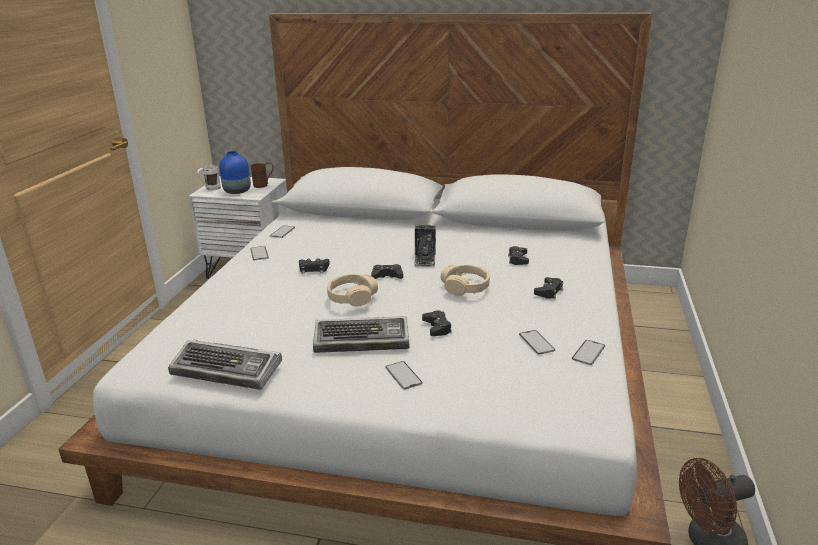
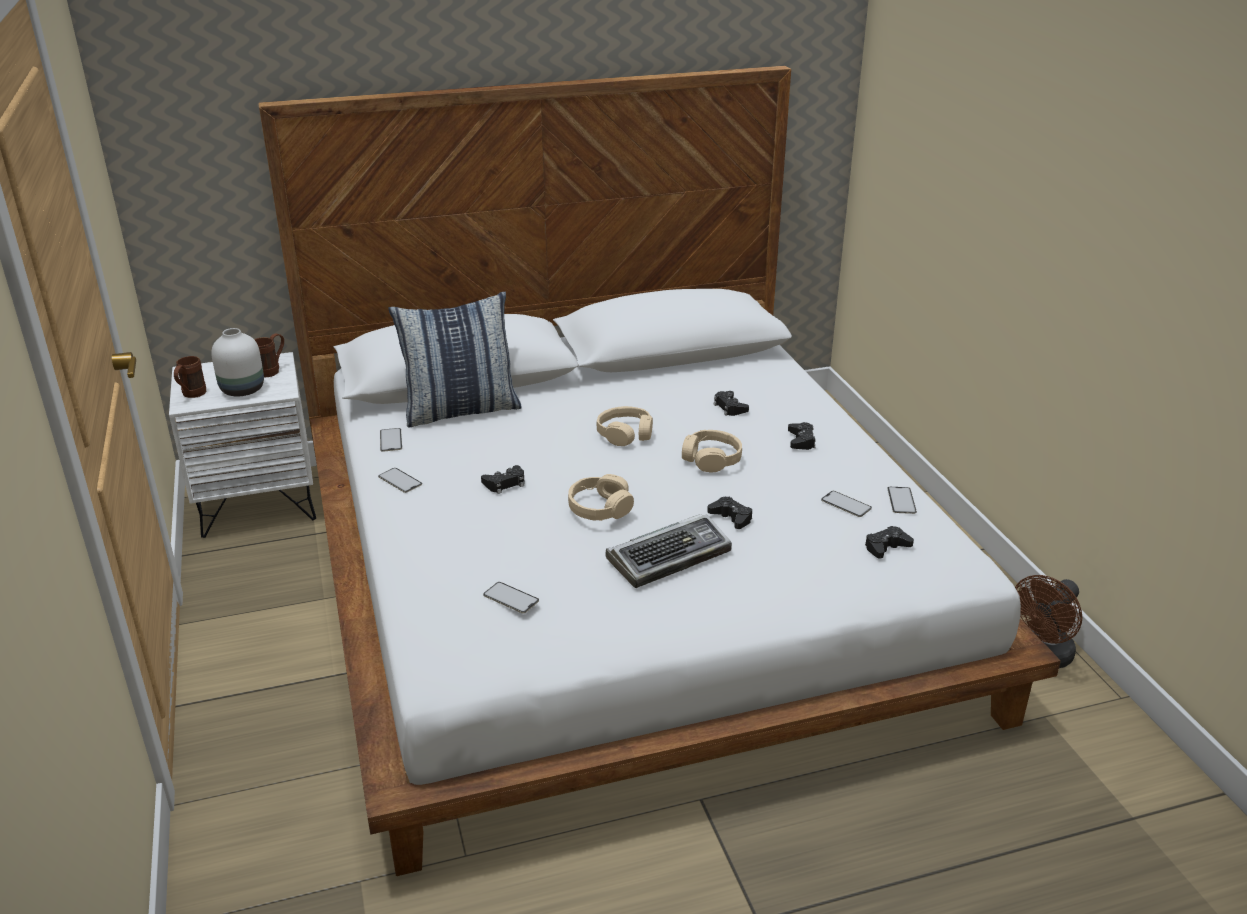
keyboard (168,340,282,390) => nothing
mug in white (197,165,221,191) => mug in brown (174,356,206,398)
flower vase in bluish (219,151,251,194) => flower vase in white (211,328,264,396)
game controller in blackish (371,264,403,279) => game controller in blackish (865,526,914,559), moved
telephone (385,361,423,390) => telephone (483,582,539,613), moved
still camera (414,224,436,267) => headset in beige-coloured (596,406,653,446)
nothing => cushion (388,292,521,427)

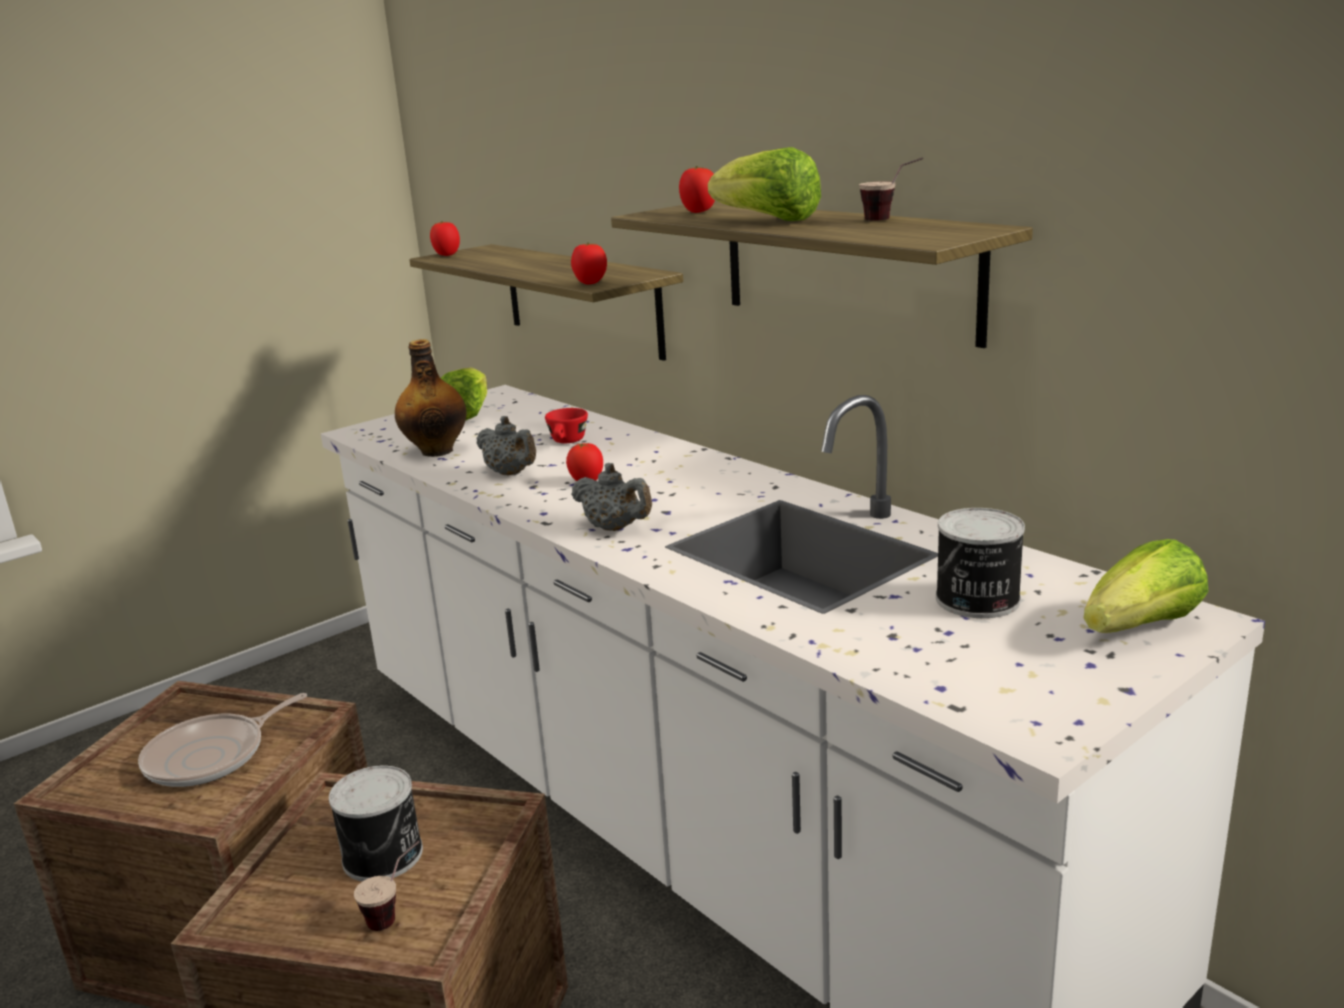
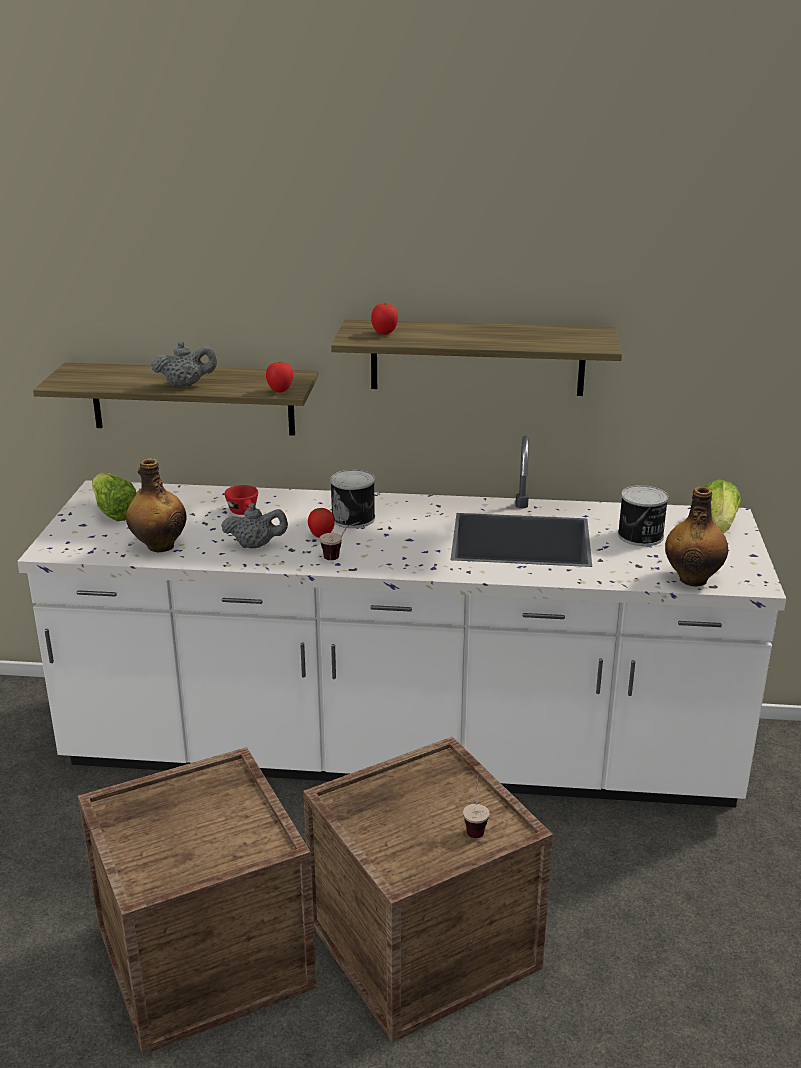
pan (138,693,307,787) => nothing
can (329,766,423,882) => can (330,469,375,528), moved
fresh tomato (430,221,460,256) => nothing
tea pot in grey (571,463,652,531) => tea pot in grey (151,341,217,387), moved
lettuce head (708,147,821,221) => nothing
drinking cup (859,157,923,221) => drinking cup (320,522,360,560), moved
nothing => bottle (665,486,728,587)

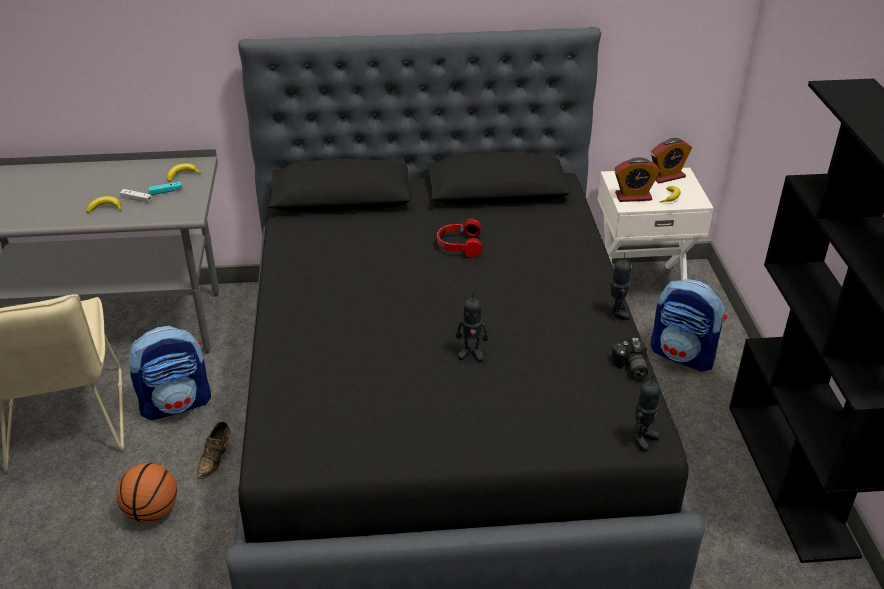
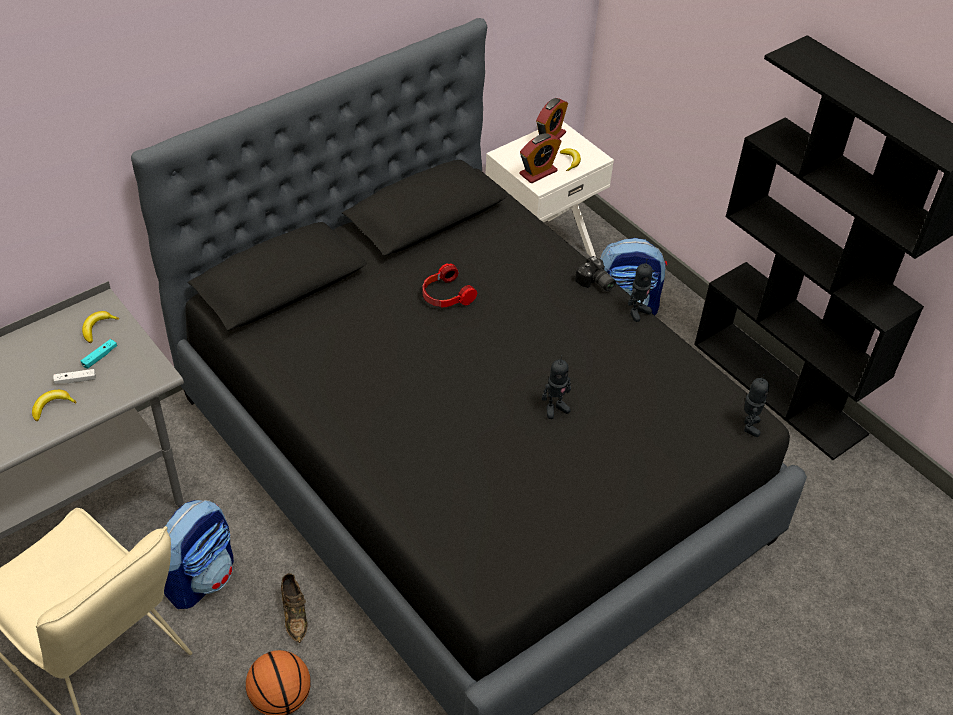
toy robot (611,253,631,320) => toy robot (628,259,653,322), 90 degrees clockwise
still camera (611,337,648,379) => still camera (575,256,616,292), moved

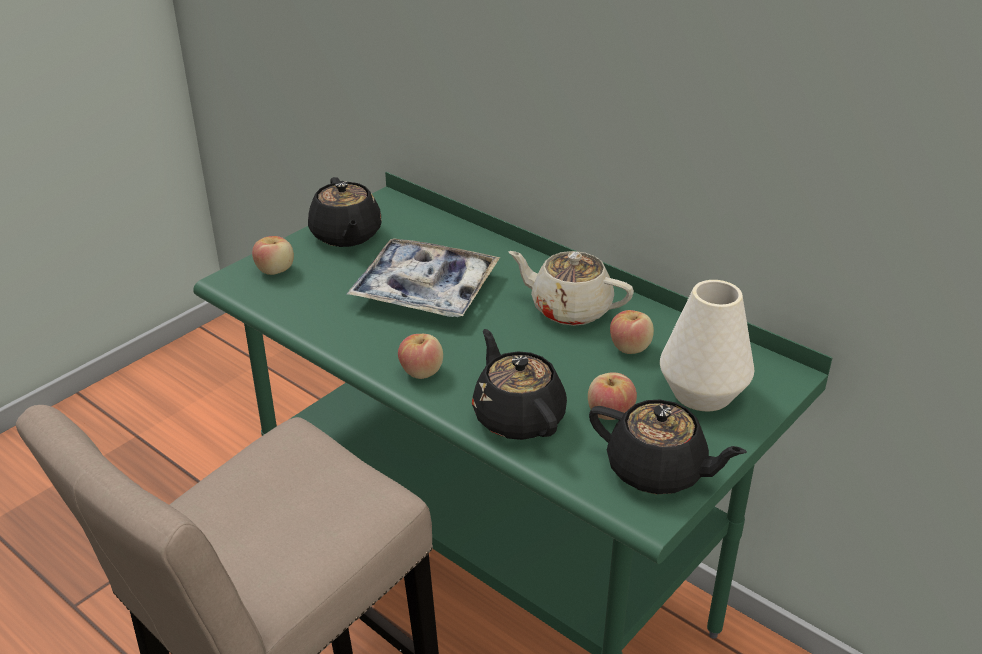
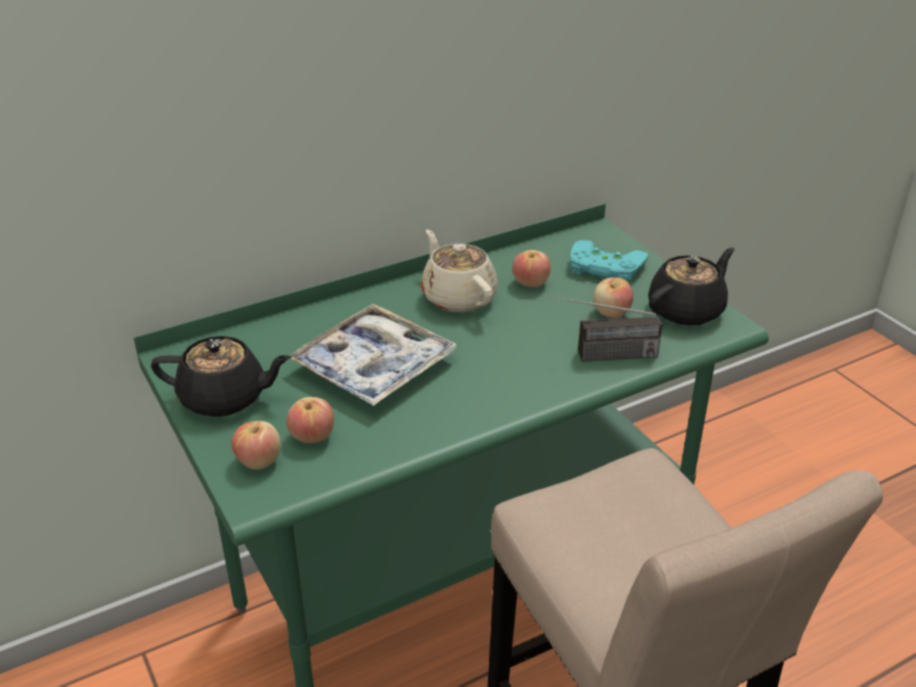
apple fruit (398,334,443,379) => apple fruit (286,397,334,443), moved
tea pot in blackish (472,329,567,440) => radio (540,294,662,362)
tea pot in beige-coloured (508,251,634,326) => tea pot in beige-coloured (421,230,497,312), 105 degrees clockwise
flower vase in white (660,280,754,411) => game controller in turquoise-coloured (570,240,649,282)

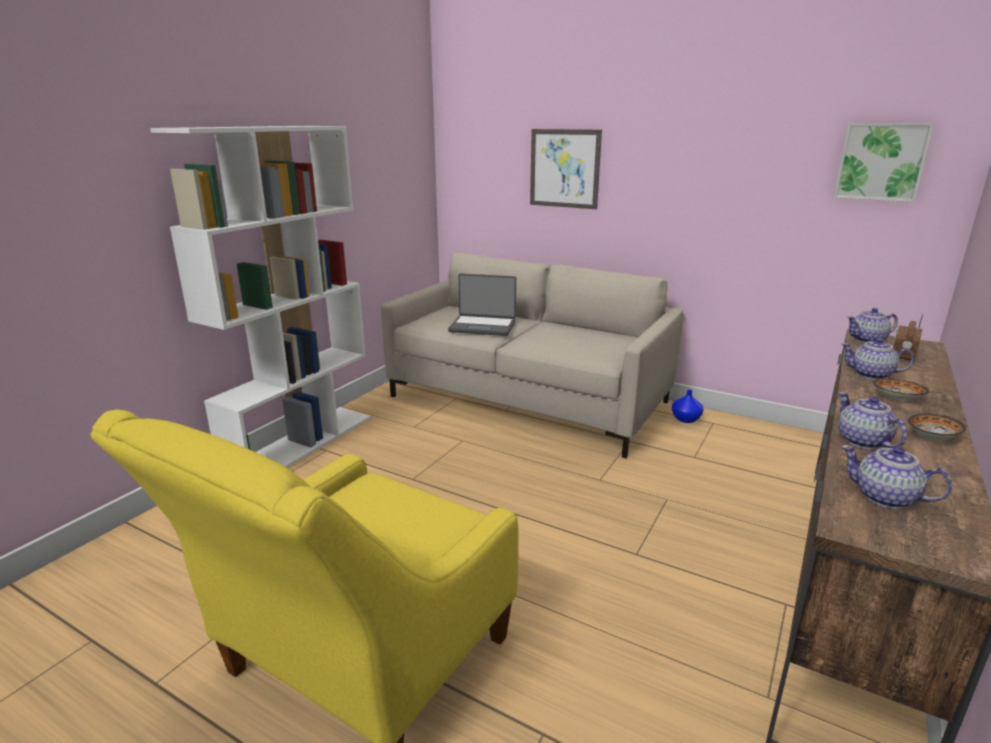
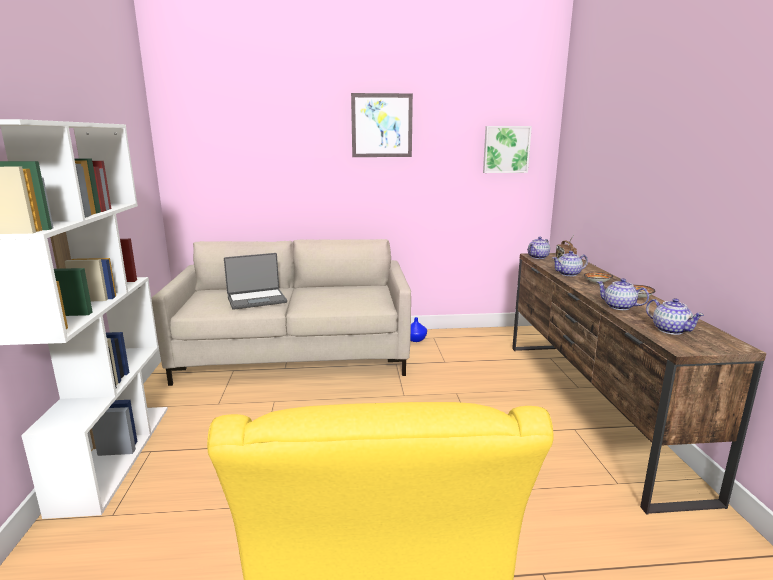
picture (530,129,602,209) => picture (351,93,413,157), moved
tea pot (841,445,952,509) => tea pot (646,298,704,335), 120 degrees counterclockwise

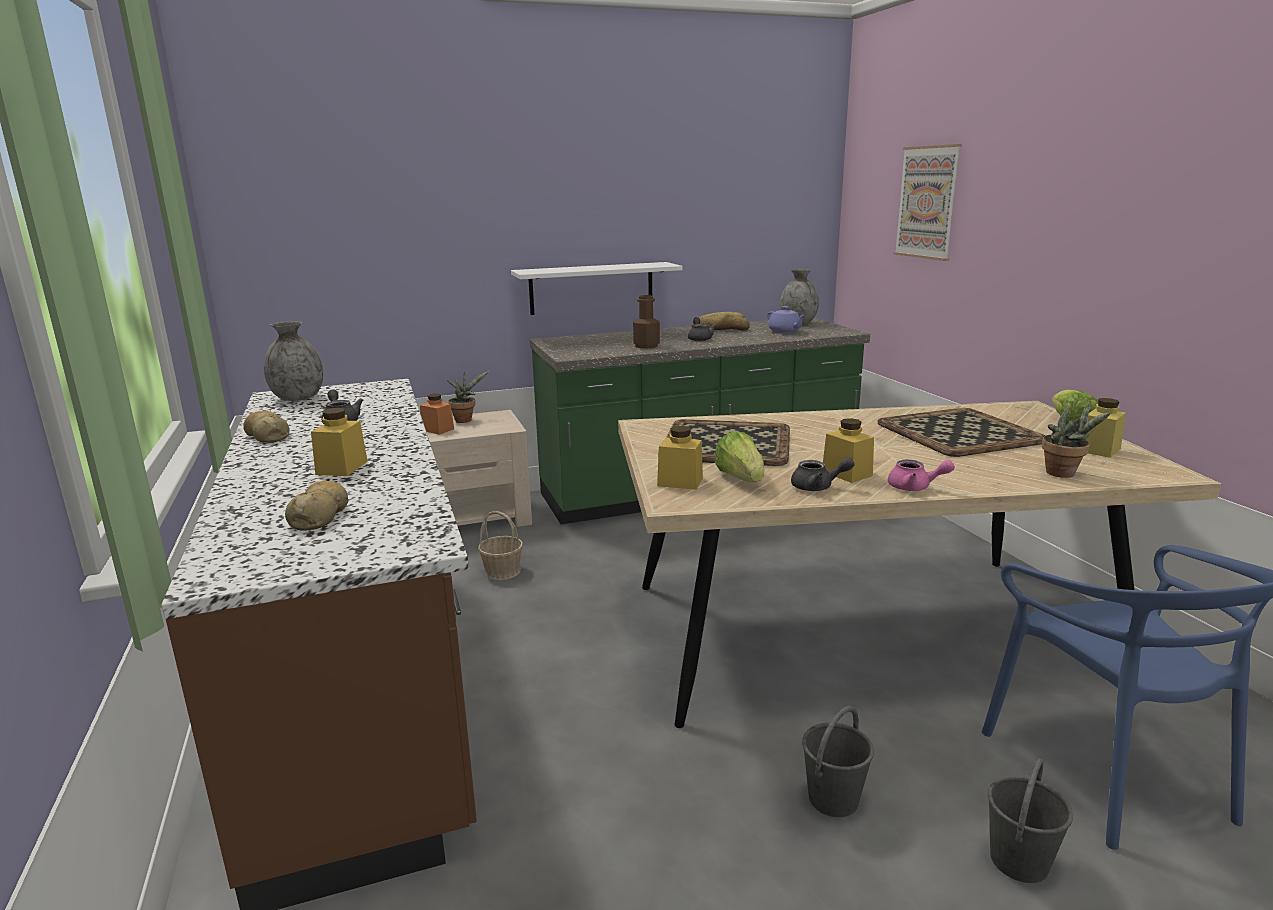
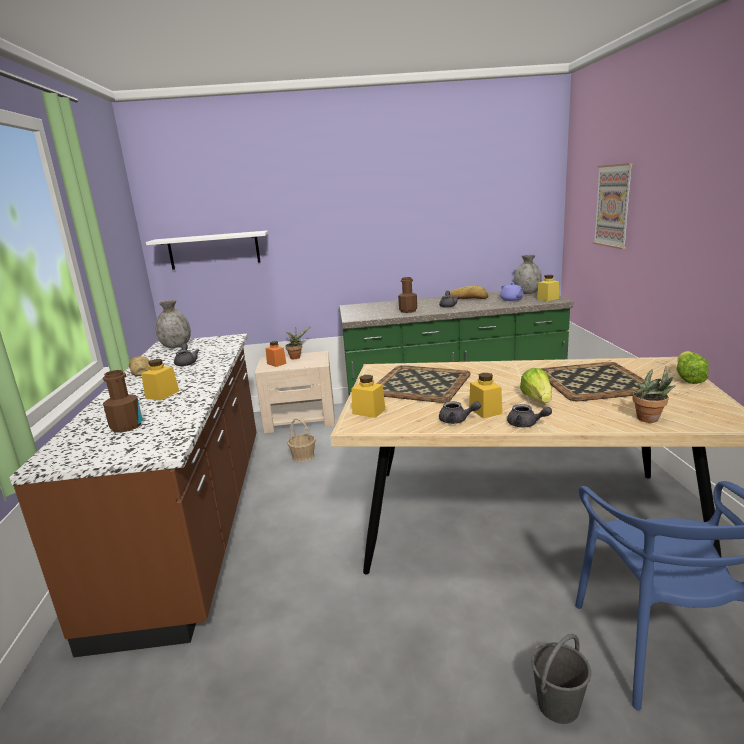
baked bread (285,481,348,531) => bottle in brown (103,370,143,433)
shelf in white (511,262,683,315) => shelf in white (146,230,268,270), moved
lettuce head (714,431,764,482) => lettuce head (520,368,552,403), moved
bucket in grey (802,706,874,817) => nothing
tea pot in pinkish (888,460,955,491) => tea pot in grey (507,404,552,427)
storage jar in yellowish (1086,398,1126,458) => storage jar in yellowish (537,275,559,301), moved

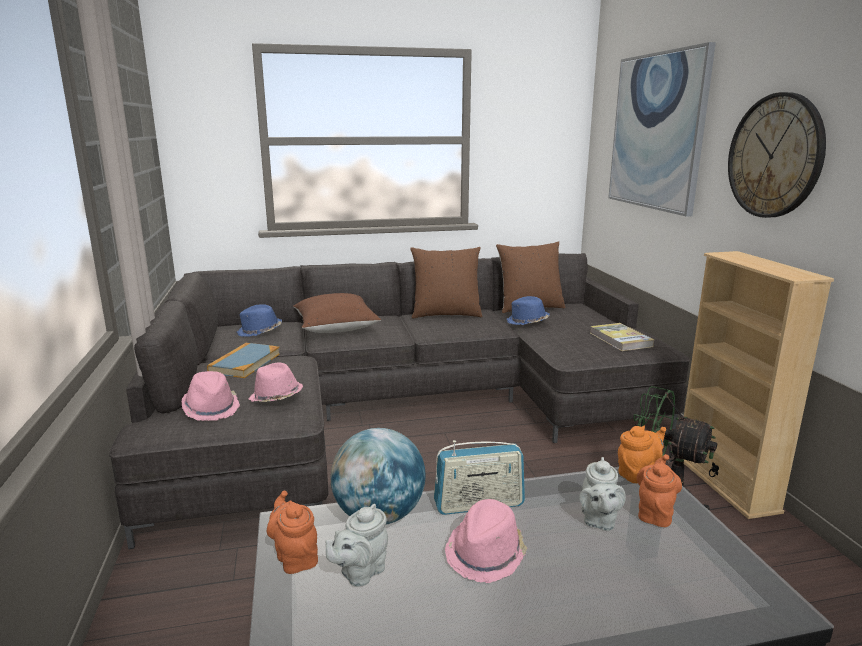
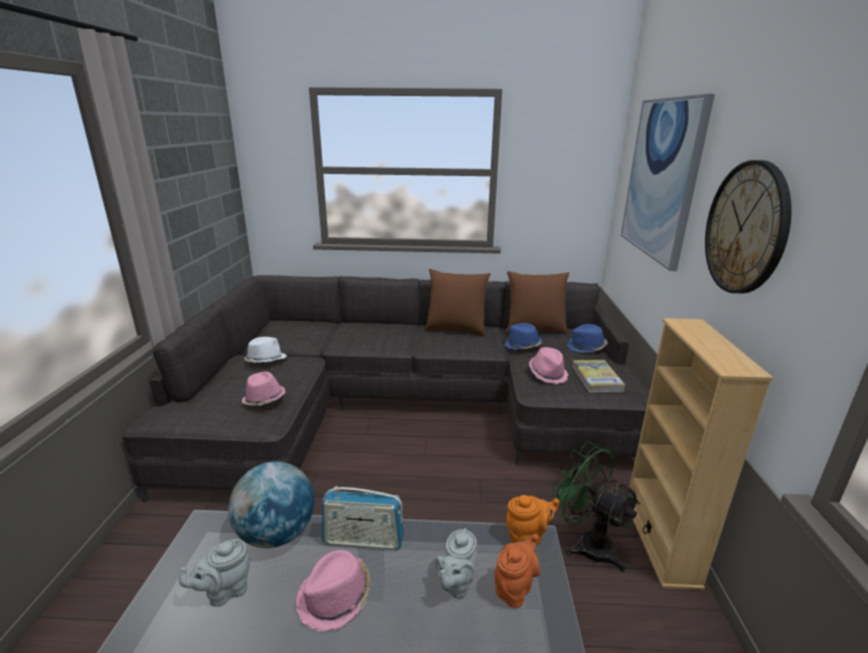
clothing hat in pinkish (181,371,240,421) => clothing hat in pinkish (529,347,568,384), moved
bound book (207,343,280,378) => clothing hat in white (244,337,287,363)
clothing hat in bluish (237,304,282,337) => clothing hat in bluish (567,324,608,353), moved
tea pot in orange (267,490,318,574) => nothing
cushion in brown (293,293,381,333) => nothing

